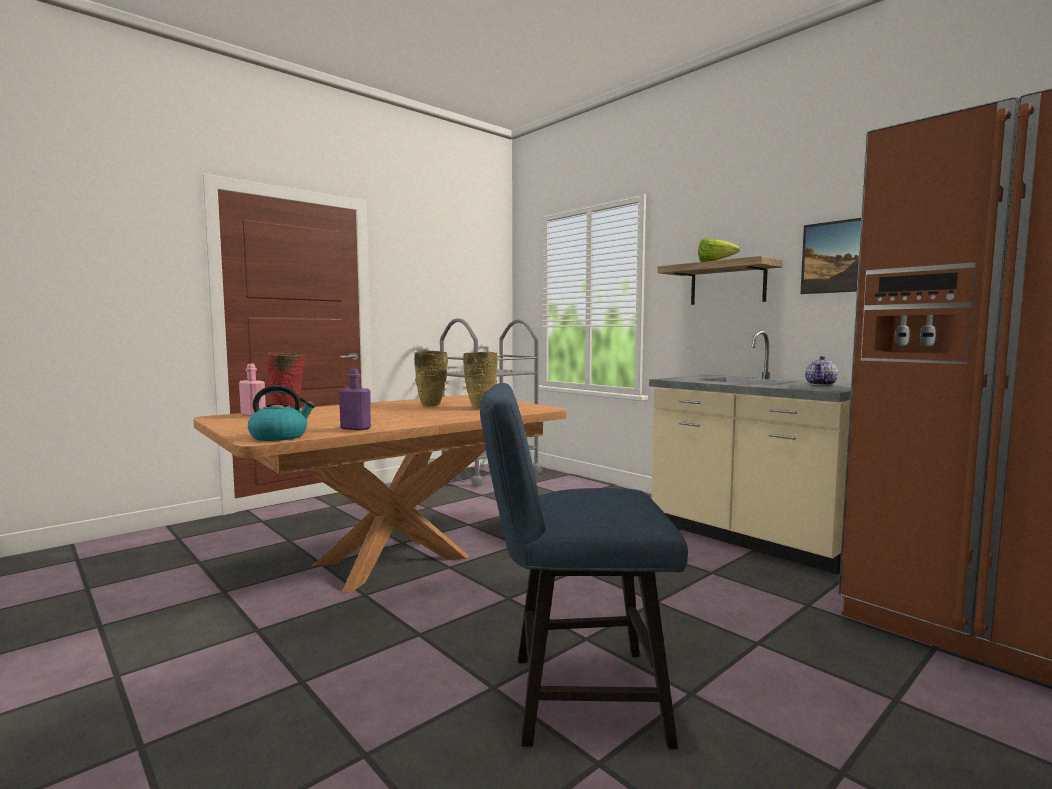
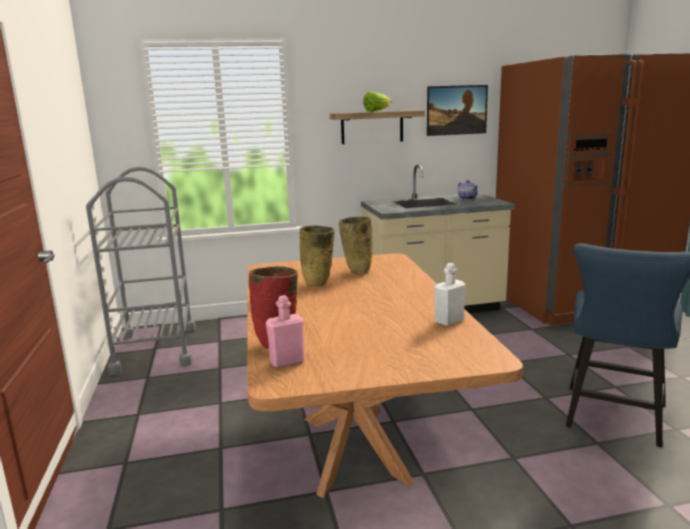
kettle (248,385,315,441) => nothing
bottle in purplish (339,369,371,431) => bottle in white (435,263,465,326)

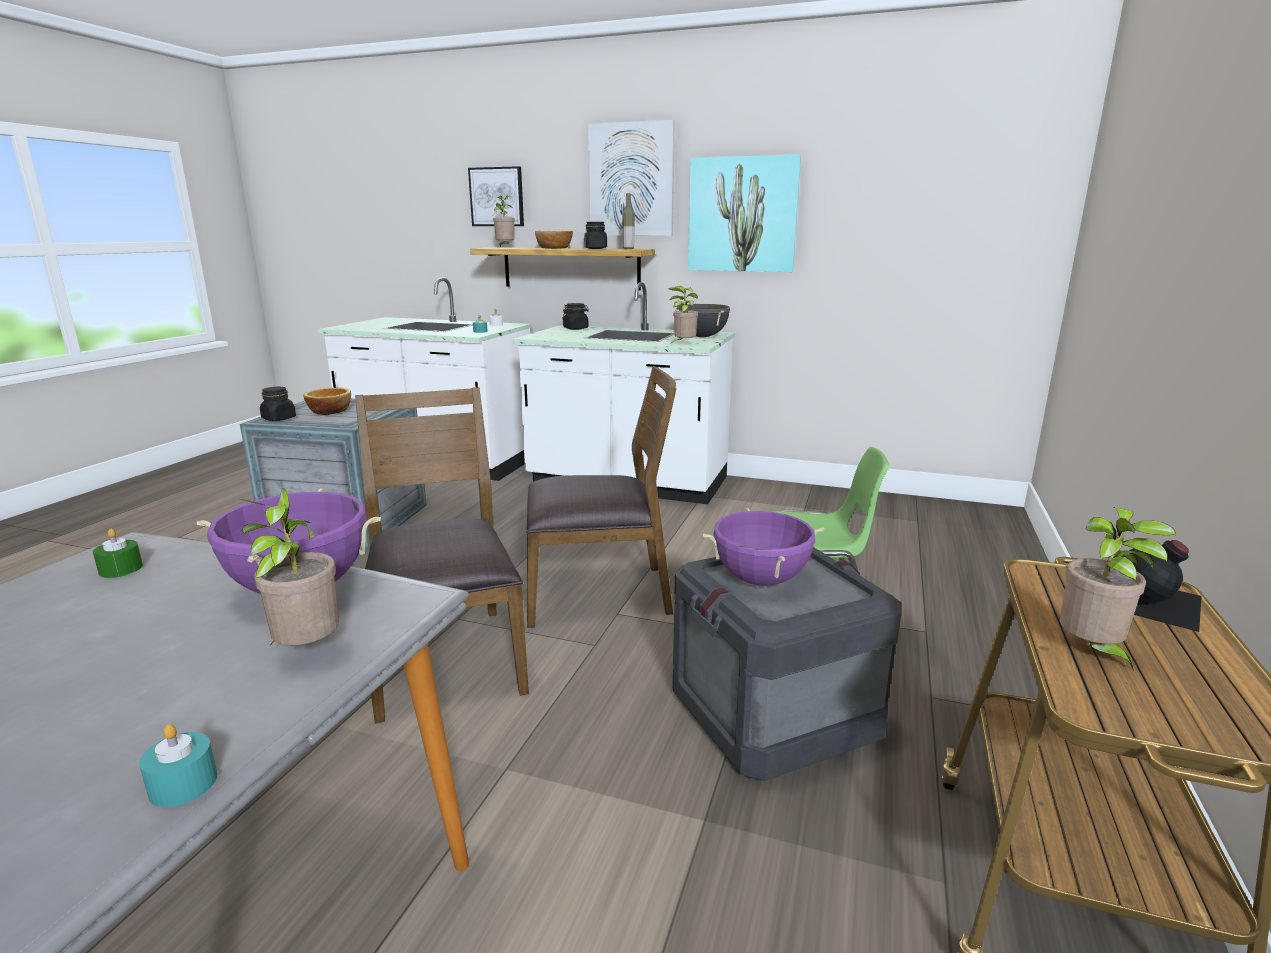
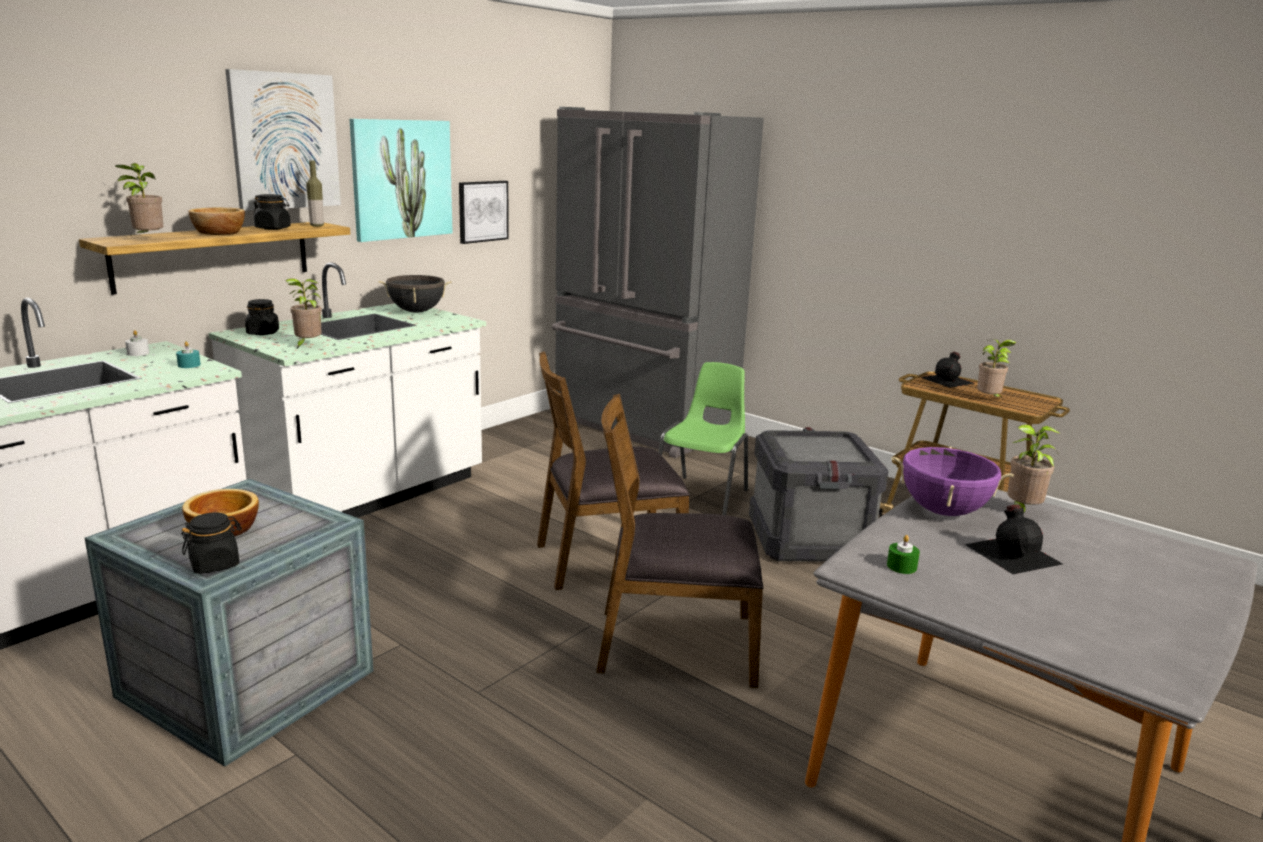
wax candle in turquoise-coloured (139,724,217,807) => nothing
picture (468,166,524,226) => picture (459,181,509,244), moved
plain chair in brown (526,366,676,628) => plain chair in brown (537,351,690,590), 120 degrees counterclockwise
potted plant (668,286,698,343) => potted plant (285,278,322,348), moved
cooking pot in purplish (703,508,824,586) => nothing
nothing => refrigerator in grey (552,107,764,458)
nothing => bottle in blackish (964,505,1063,574)

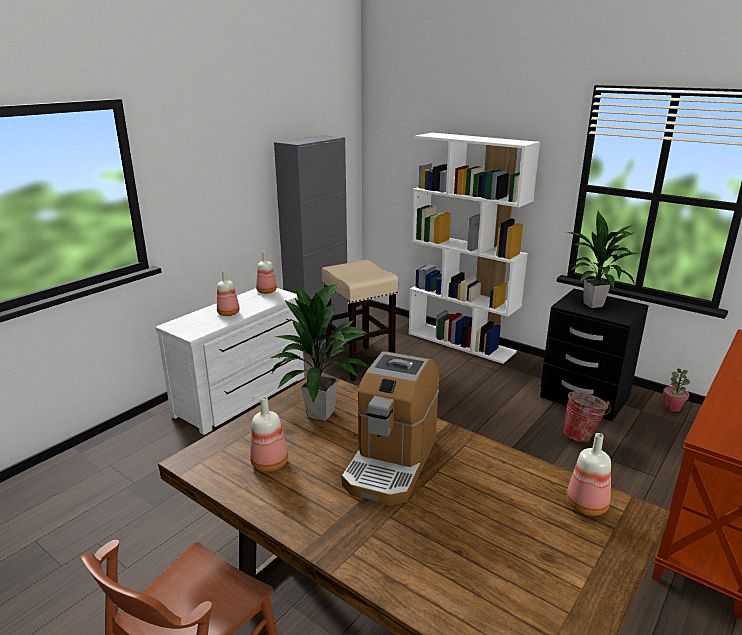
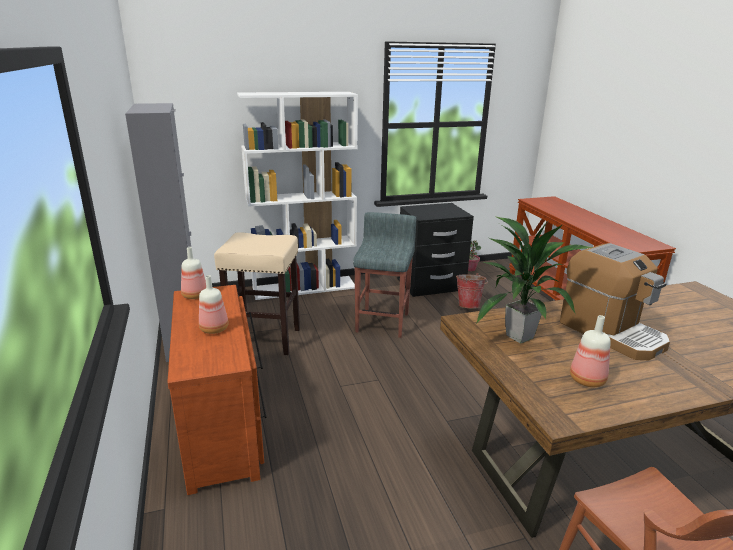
dresser in white (156,288,304,435) => dresser in brown (167,285,267,495)
potted plant (566,211,638,308) => nothing
bottle (566,433,611,516) => nothing
nothing => stool in grey (353,212,417,338)

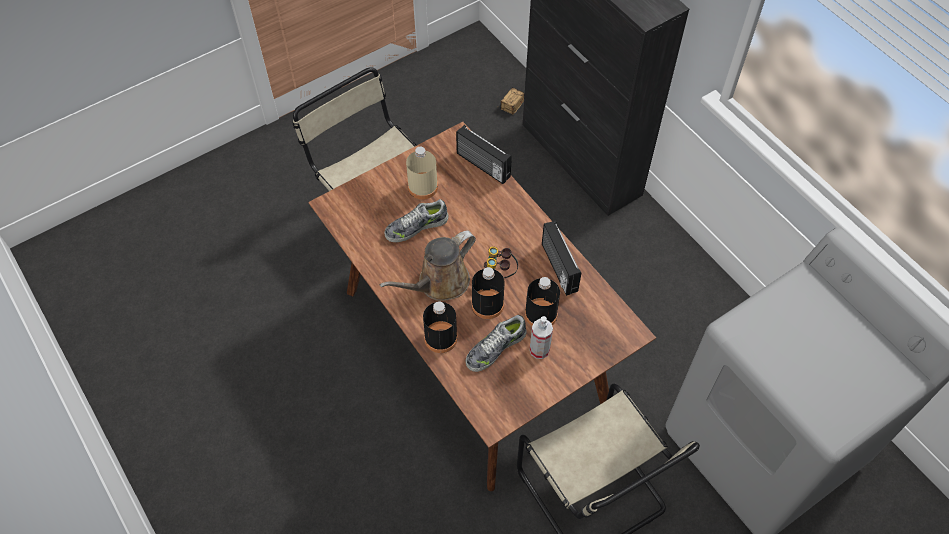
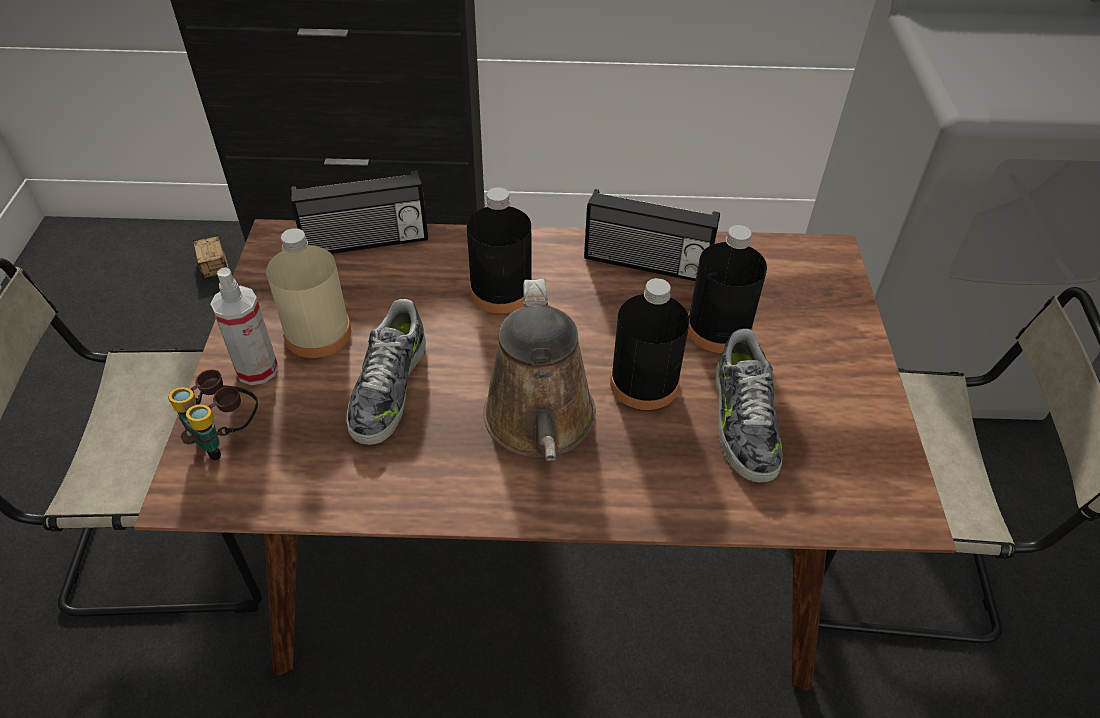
bottle in blackish (423,301,458,353) => bottle in blackish (467,187,532,313), moved
field glasses (484,247,518,278) => field glasses (168,369,258,460), moved
spray bottle (530,316,553,359) => spray bottle (211,267,278,385), moved

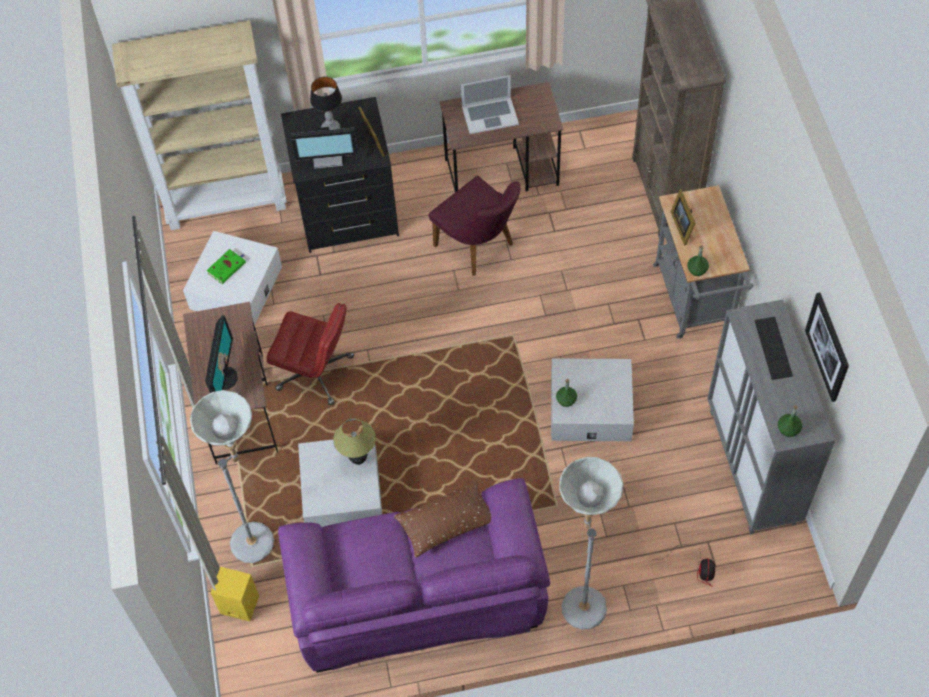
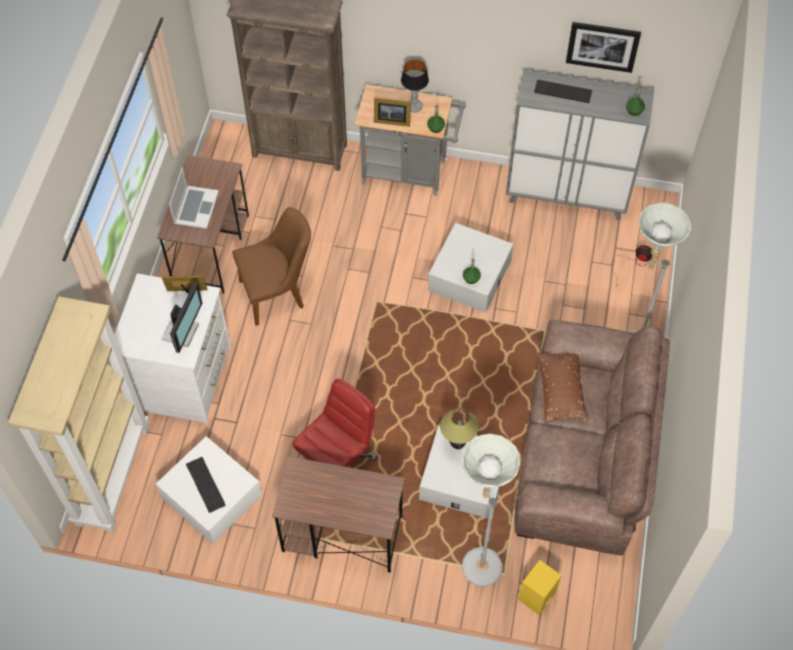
monitor (205,315,238,393) => nothing
bound book in greenish (207,249,246,284) => keyboard (186,457,226,513)
couch in purplish (278,478,550,673) => couch in brown (514,320,670,556)
dresser in blackish (281,97,399,253) => dresser in white (114,273,231,423)
tabletop lamp (310,77,342,130) => tabletop lamp (401,60,429,113), moved
plain chair in purplish (428,176,520,275) => plain chair in brown (232,207,311,326)

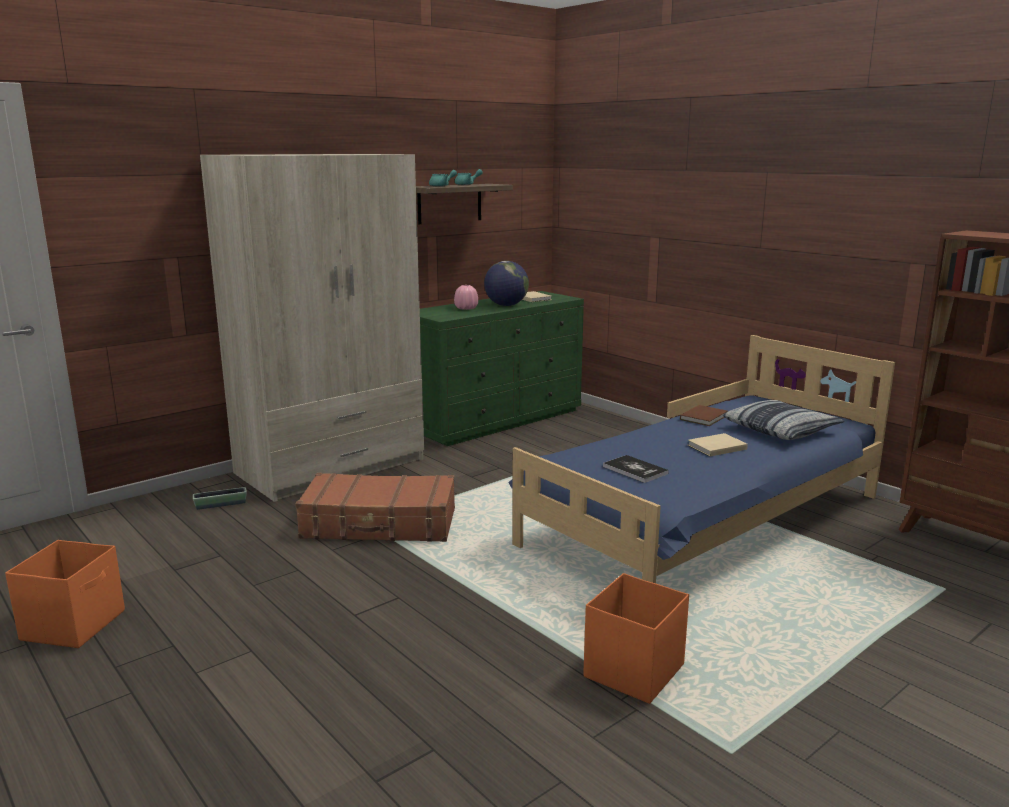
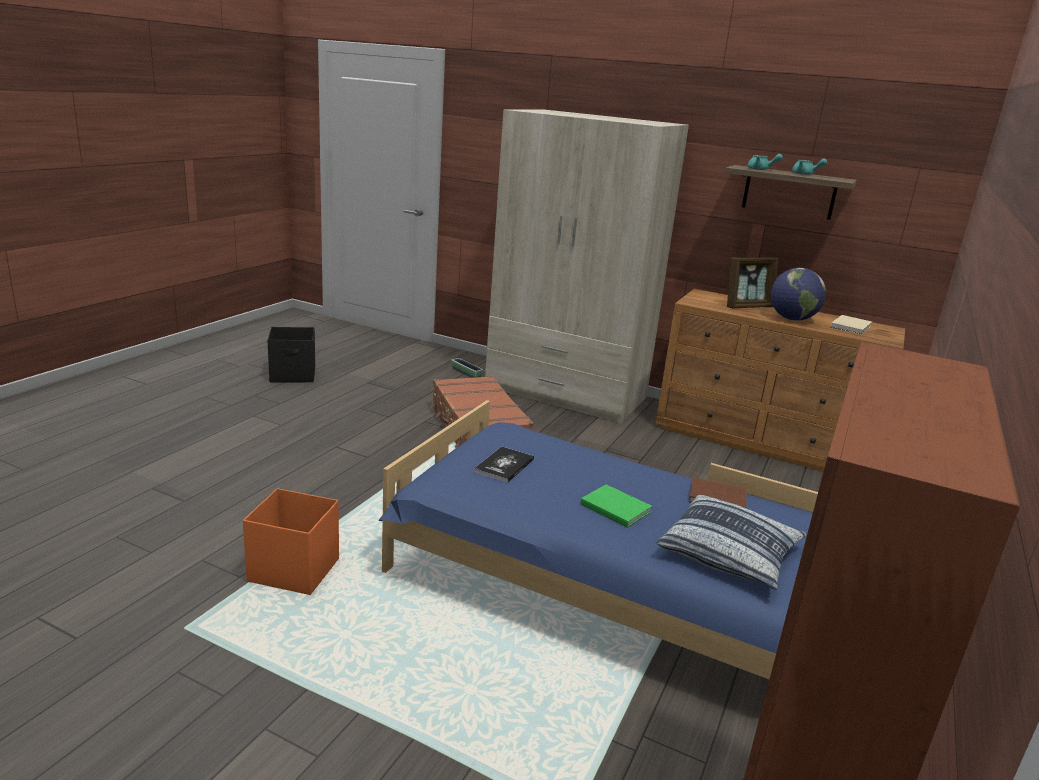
storage bin in orange (5,540,125,648) => storage bin in blackish (267,327,315,382)
dresser in greenish (420,291,584,446) => dresser in brown (656,289,905,472)
flower vase in pinkish (454,285,478,310) => photo frame (727,257,778,308)
bound book in beige-coloured (688,433,748,456) => bound book in greenish (580,484,652,528)

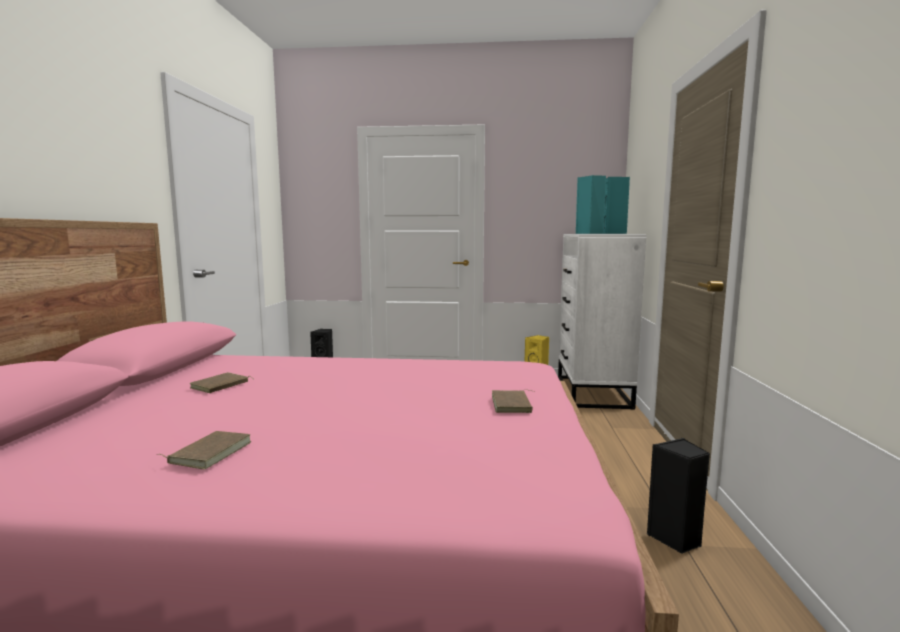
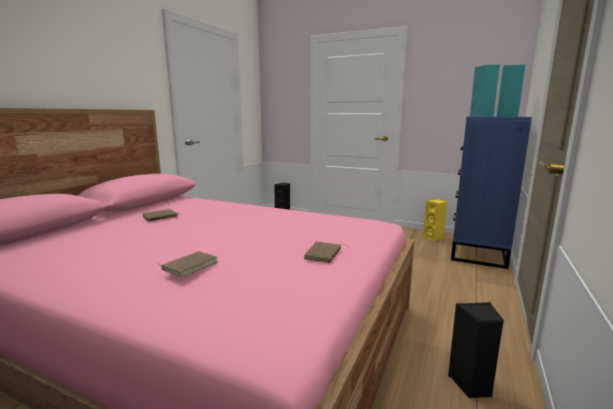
bound book in brown (157,431,251,470) => bound book in brown (158,251,217,278), moved
dresser in white (558,234,647,410) => dresser in bluish (451,116,532,269)

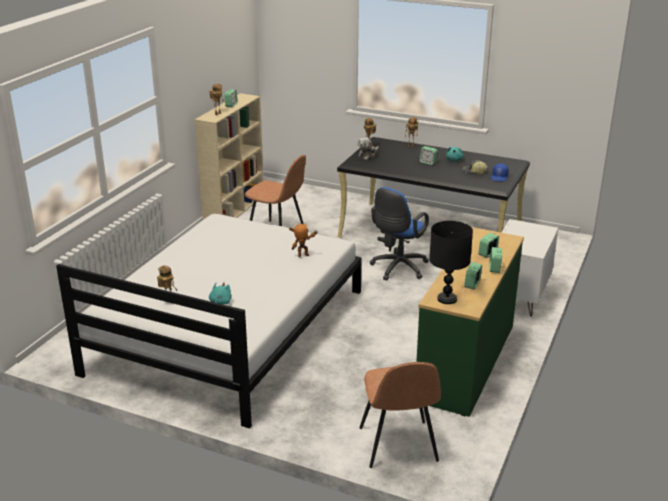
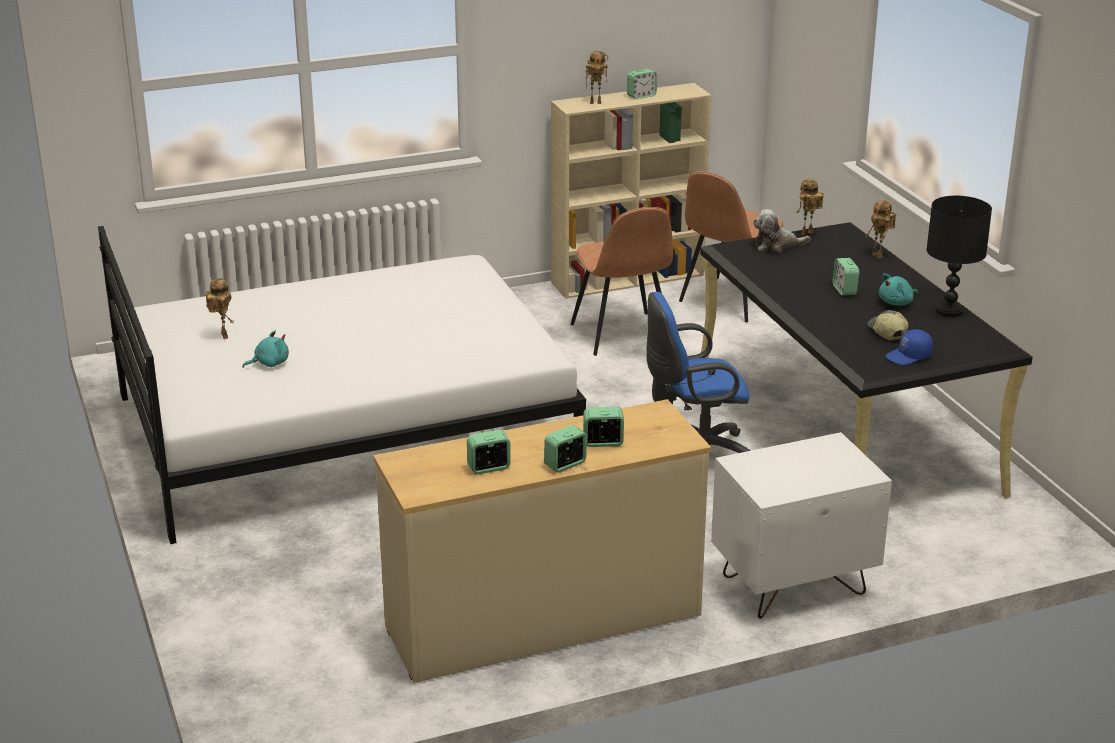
toy robot (289,224,317,257) => nothing
plain chair in brown (359,362,441,468) => plain chair in brown (679,171,783,322), moved
dresser in greenish (416,227,524,417) => dresser in beige-coloured (373,399,711,683)
tabletop lamp in blackish (429,221,473,304) => tabletop lamp in blackish (927,196,992,317), moved

